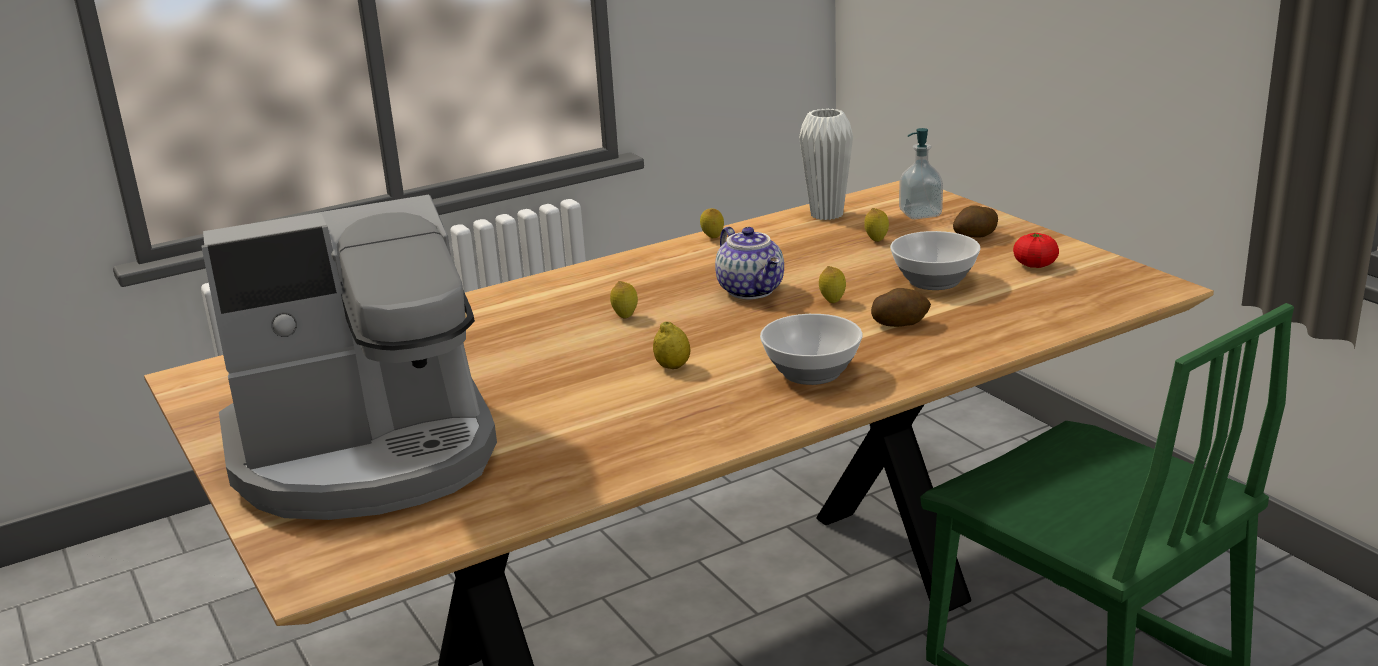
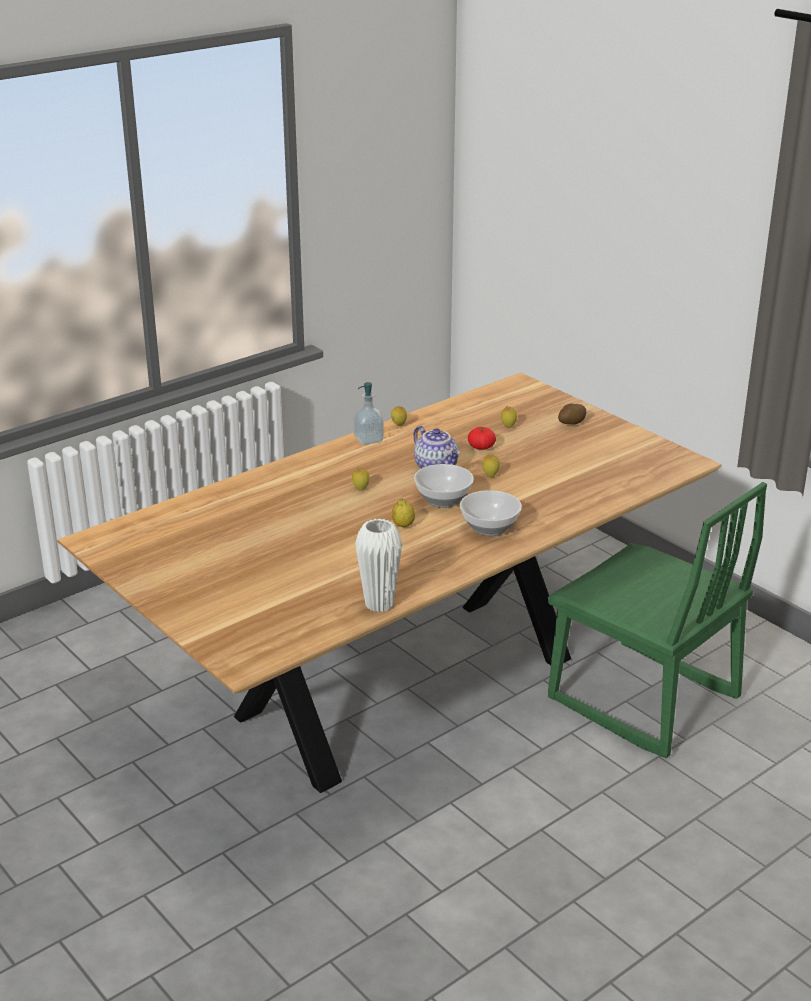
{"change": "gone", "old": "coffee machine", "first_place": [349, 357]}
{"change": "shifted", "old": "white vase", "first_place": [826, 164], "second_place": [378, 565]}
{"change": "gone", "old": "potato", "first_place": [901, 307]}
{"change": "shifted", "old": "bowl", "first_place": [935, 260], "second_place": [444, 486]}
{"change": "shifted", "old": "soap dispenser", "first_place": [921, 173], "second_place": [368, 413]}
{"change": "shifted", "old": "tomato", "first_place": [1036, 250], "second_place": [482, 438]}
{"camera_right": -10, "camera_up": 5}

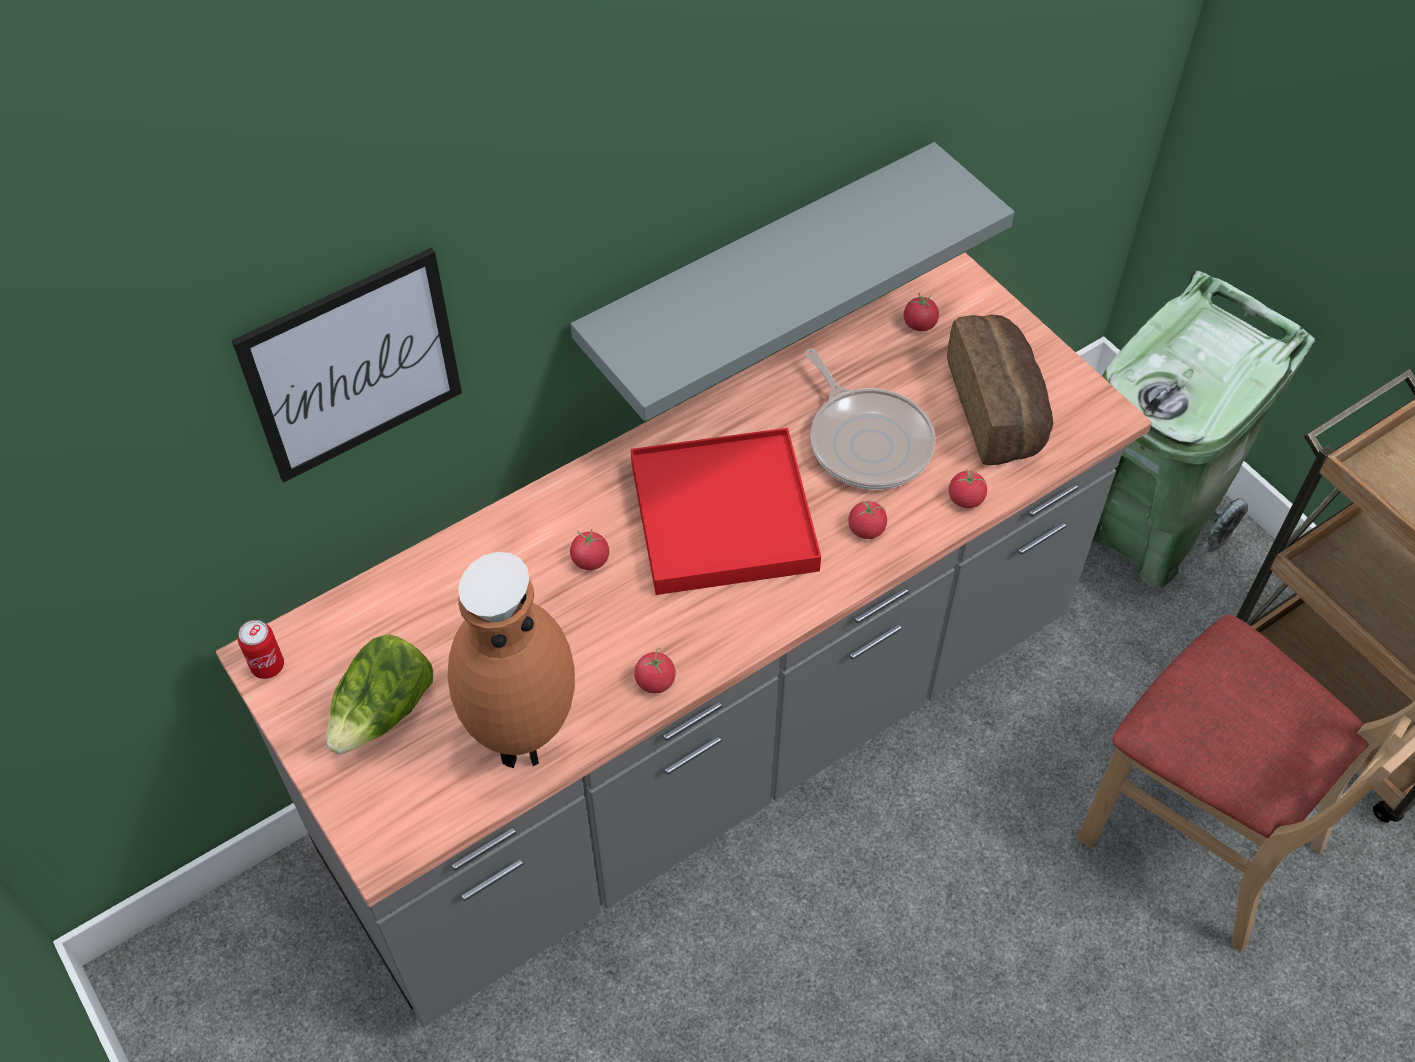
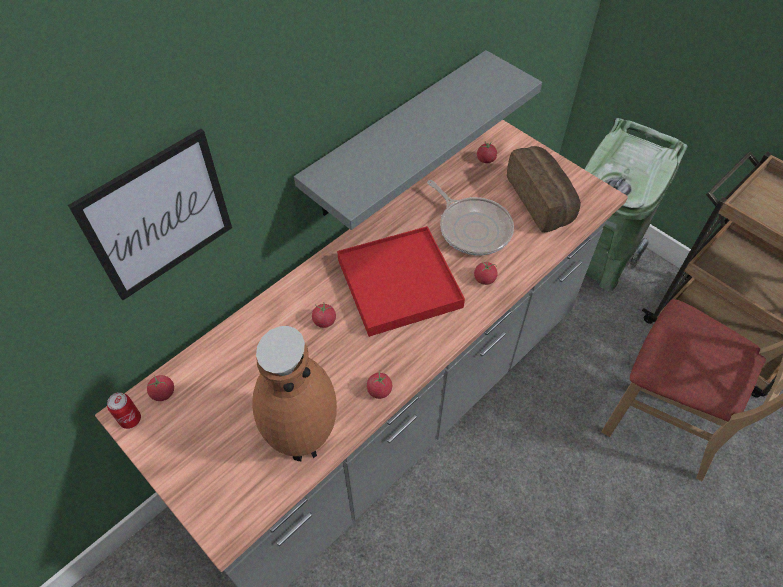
{"change": "gone", "old": "lettuce", "first_place": [379, 694]}
{"change": "shifted", "old": "tomato", "first_place": [968, 488], "second_place": [160, 388]}
{"camera_right": -10, "camera_up": 0}

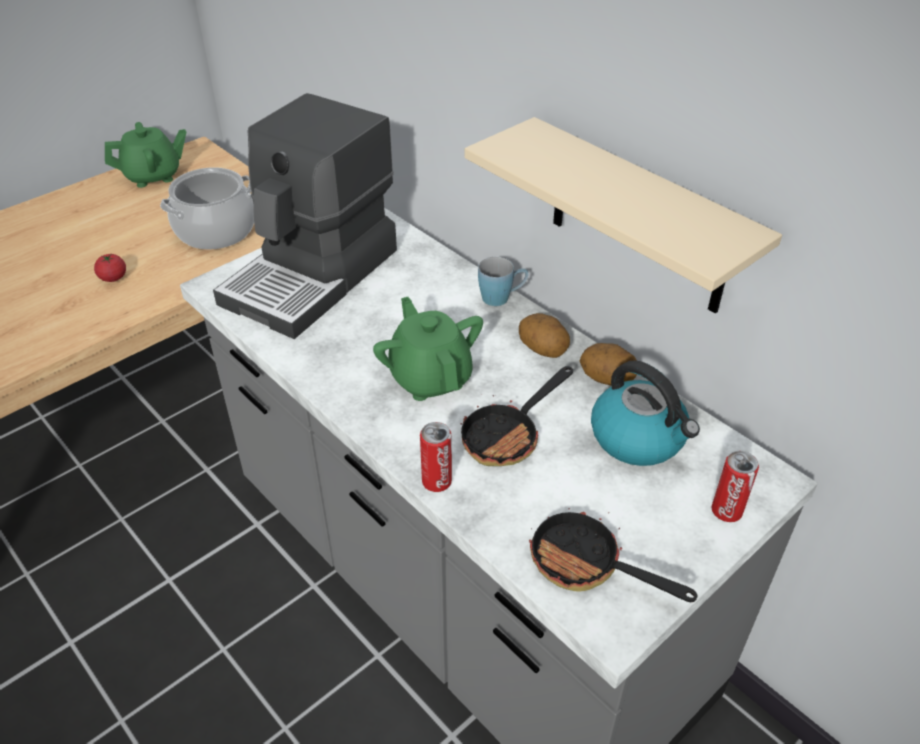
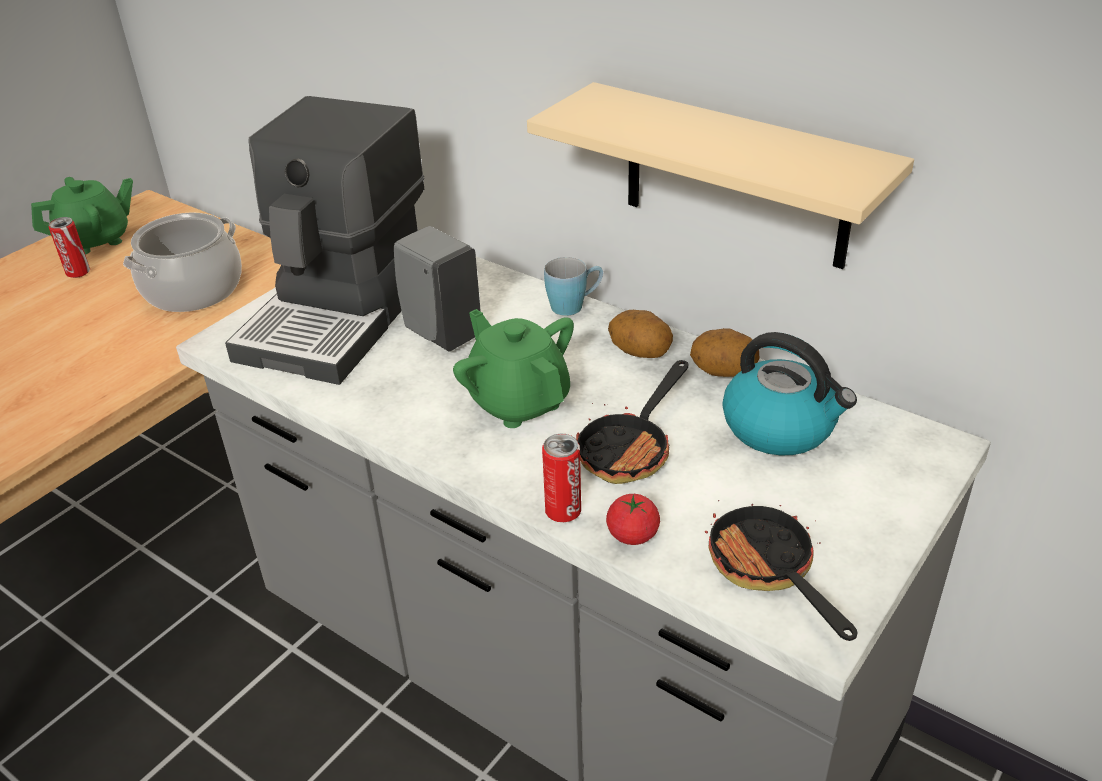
{"change": "shifted", "old": "tomato", "first_place": [110, 268], "second_place": [633, 519]}
{"change": "rotated", "old": "frying pan", "first_place": [613, 555], "second_place": [781, 570], "degrees": 45}
{"change": "shifted", "old": "can", "first_place": [735, 486], "second_place": [69, 247]}
{"change": "new", "new": "grey soap dispenser", "second_place": [437, 289]}
{"camera_right": -10, "camera_up": -5}

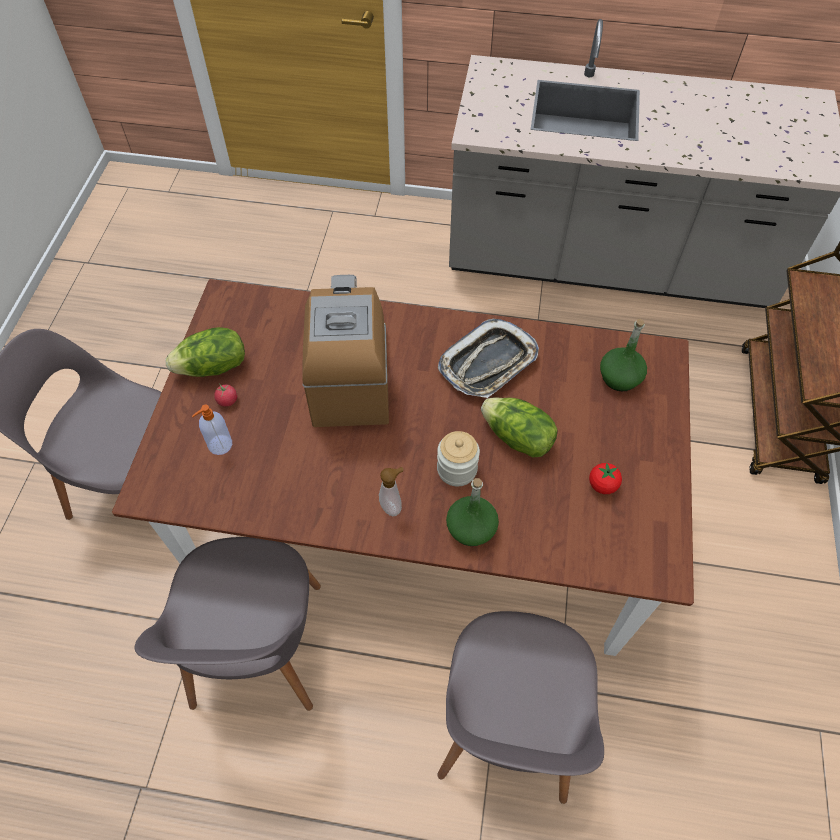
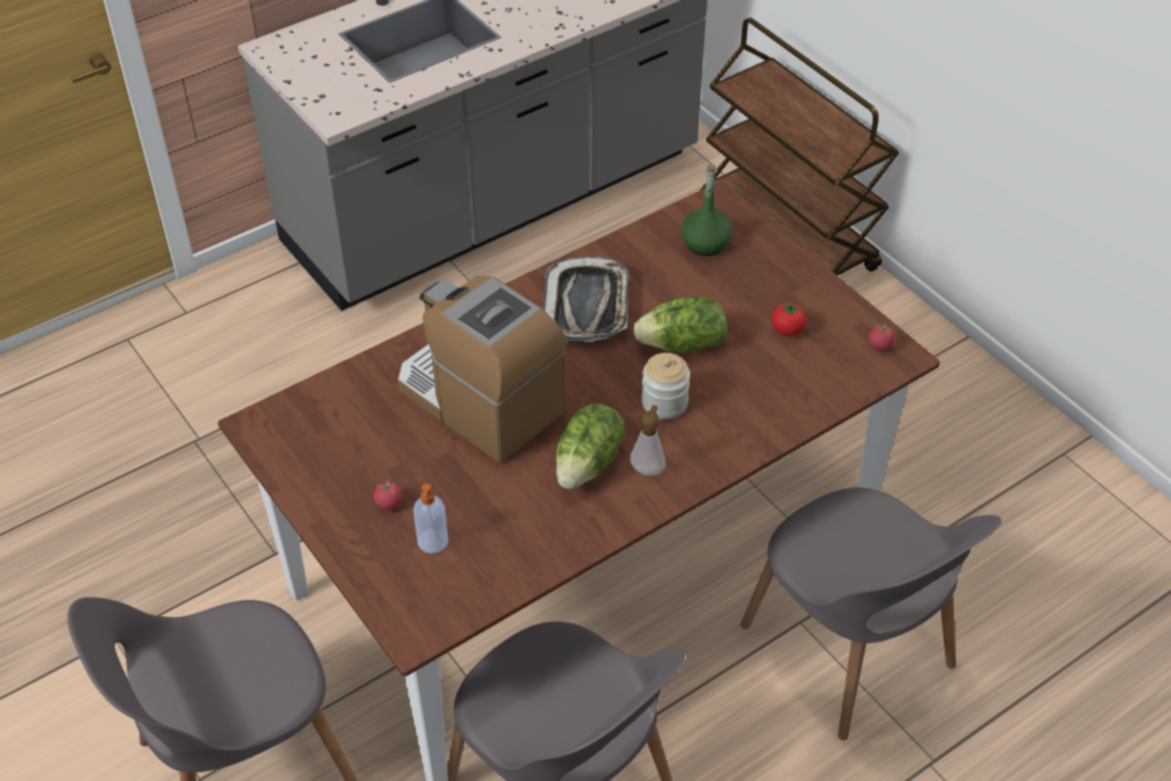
{"change": "shifted", "old": "lettuce", "first_place": [205, 352], "second_place": [590, 446]}
{"change": "gone", "old": "green bottle", "first_place": [472, 512]}
{"change": "new", "new": "tomato", "second_place": [881, 337]}
{"camera_right": -45, "camera_up": -10}

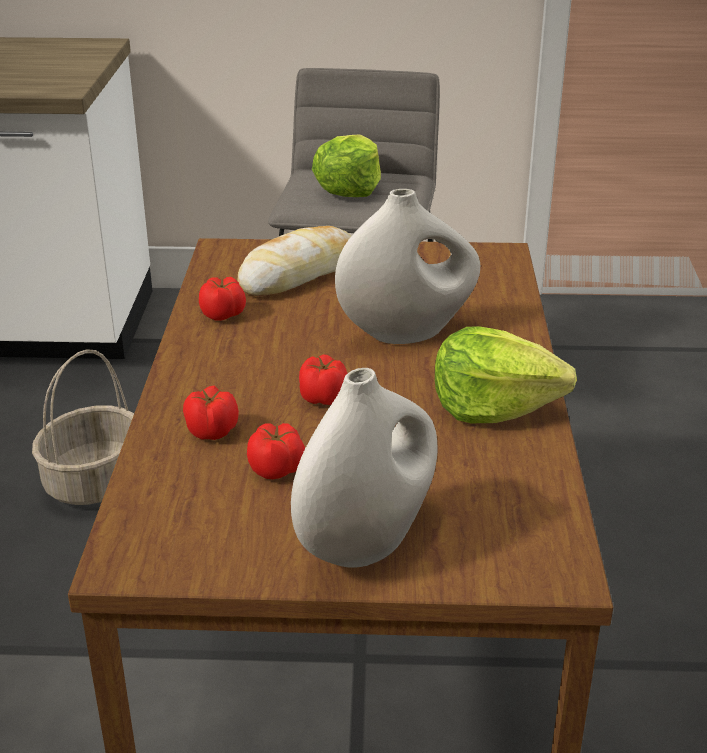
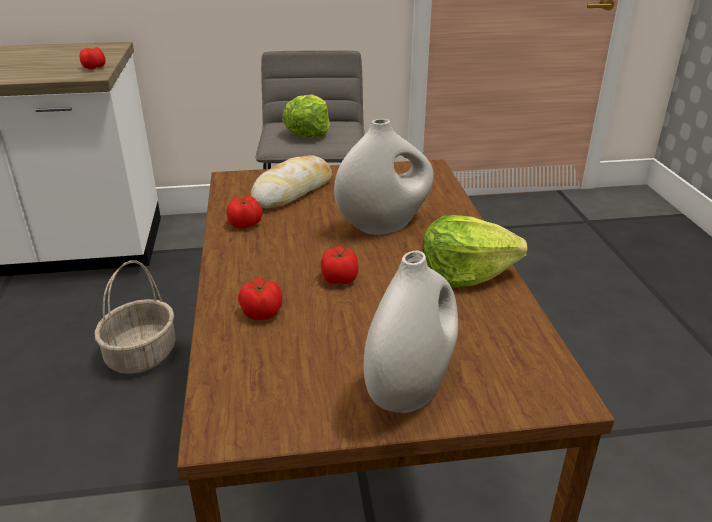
{"change": "shifted", "old": "tomato", "first_place": [276, 451], "second_place": [92, 58]}
{"camera_right": -10, "camera_up": 0}

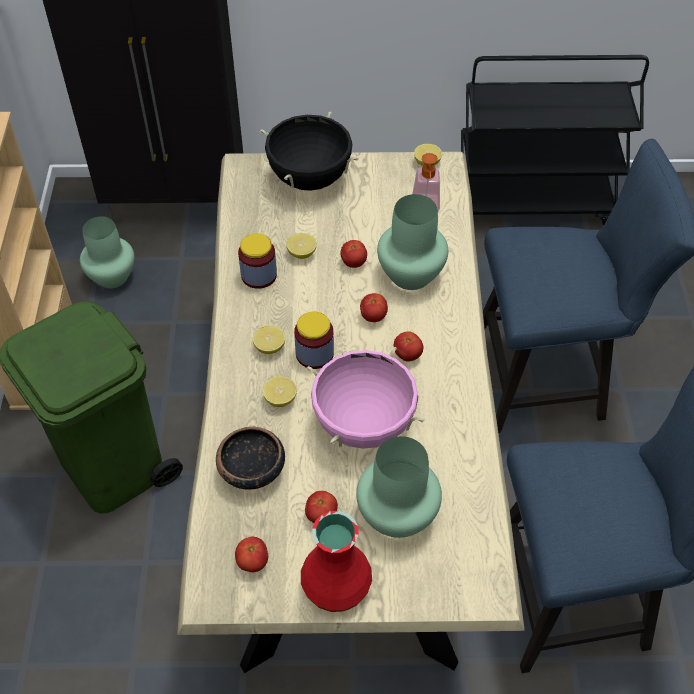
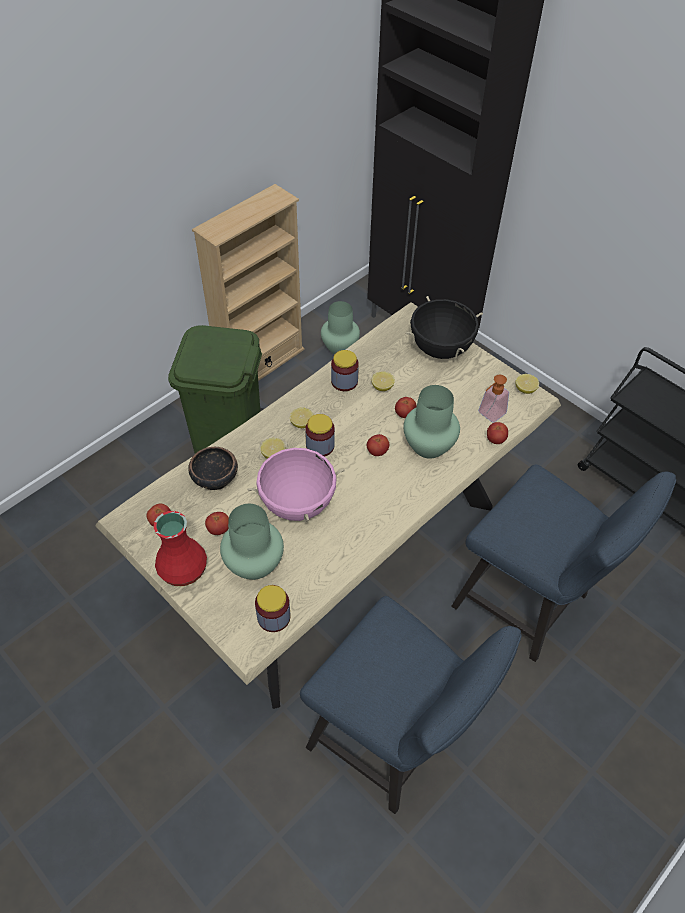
{"change": "shifted", "old": "tomato", "first_place": [409, 346], "second_place": [497, 433]}
{"change": "new", "new": "jar", "second_place": [272, 608]}
{"camera_right": 45, "camera_up": 0}

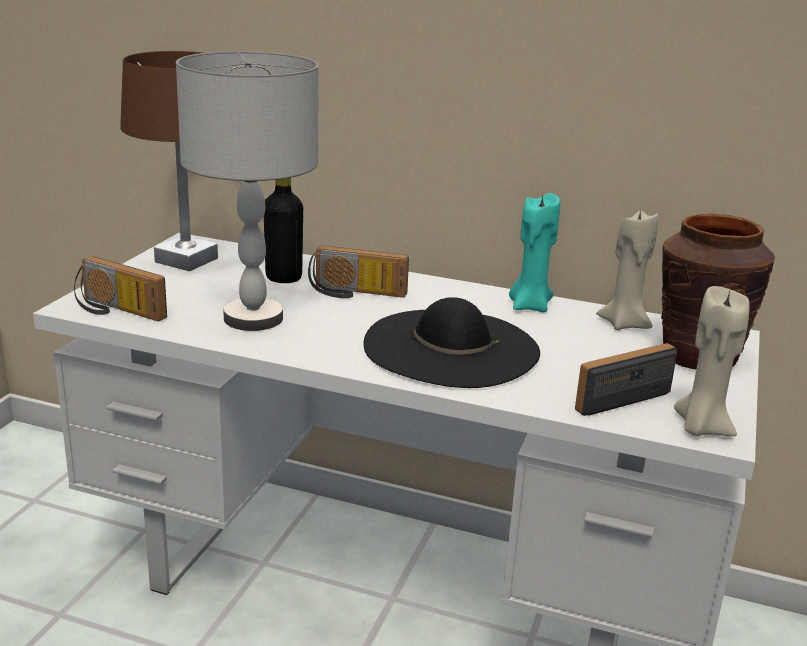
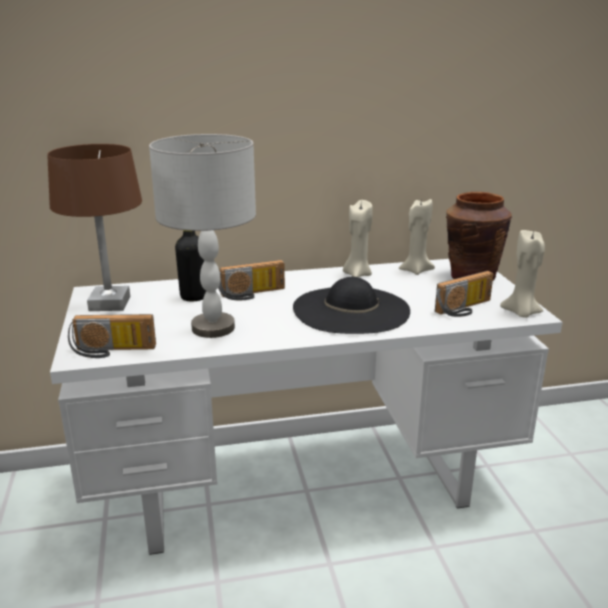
{"change": "repainted", "old": "turquoise candle", "new": "beige candle", "first_place": [534, 252], "second_place": [358, 238]}
{"change": "rotated", "old": "radio", "first_place": [626, 379], "second_place": [464, 294], "degrees": -150}
{"camera_right": -30, "camera_up": 0}

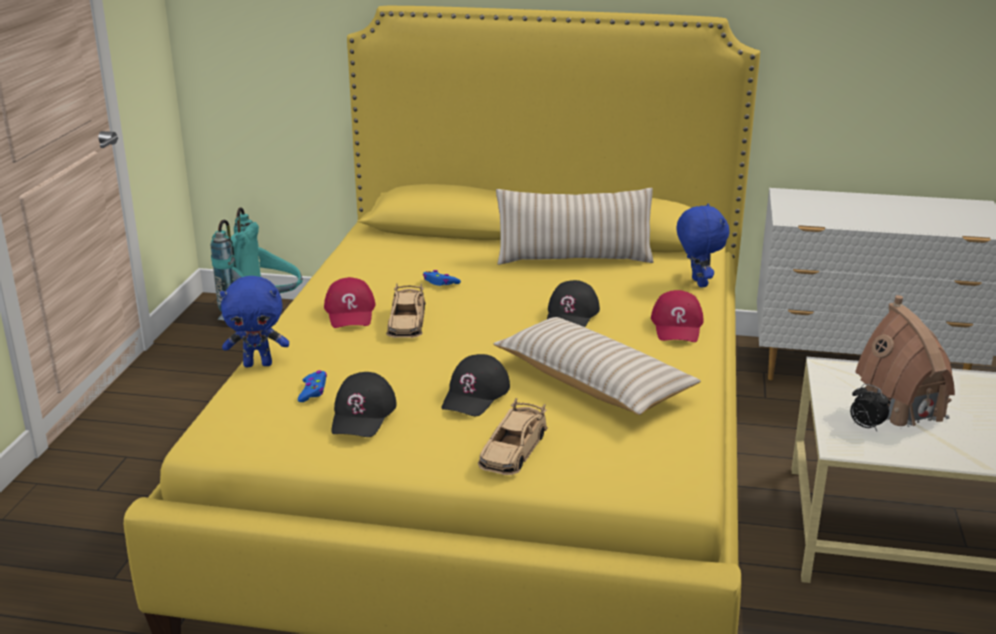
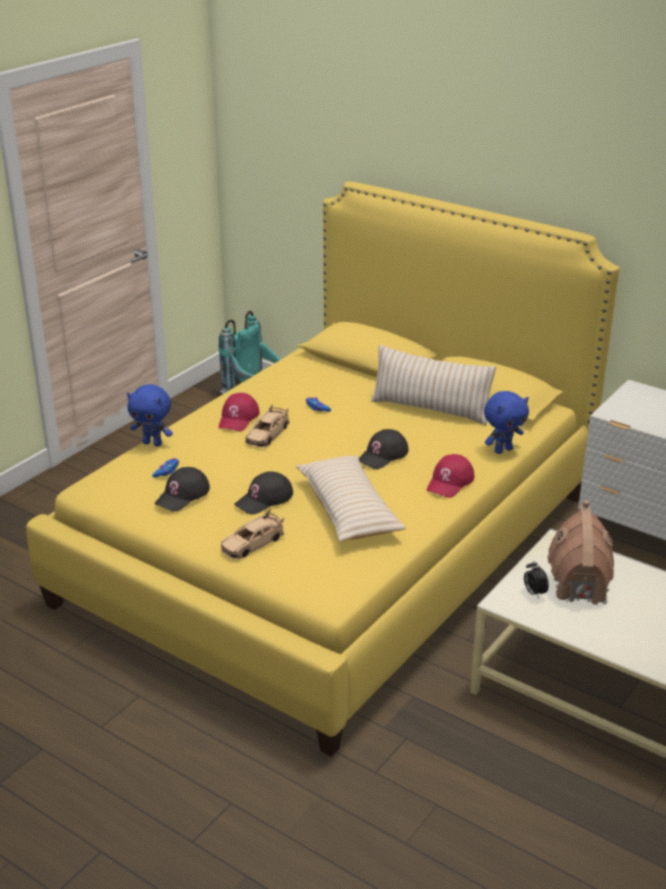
{"change": "rotated", "old": "blue plush toy", "first_place": [703, 246], "second_place": [506, 422], "degrees": 45}
{"camera_right": 25, "camera_up": 5}

